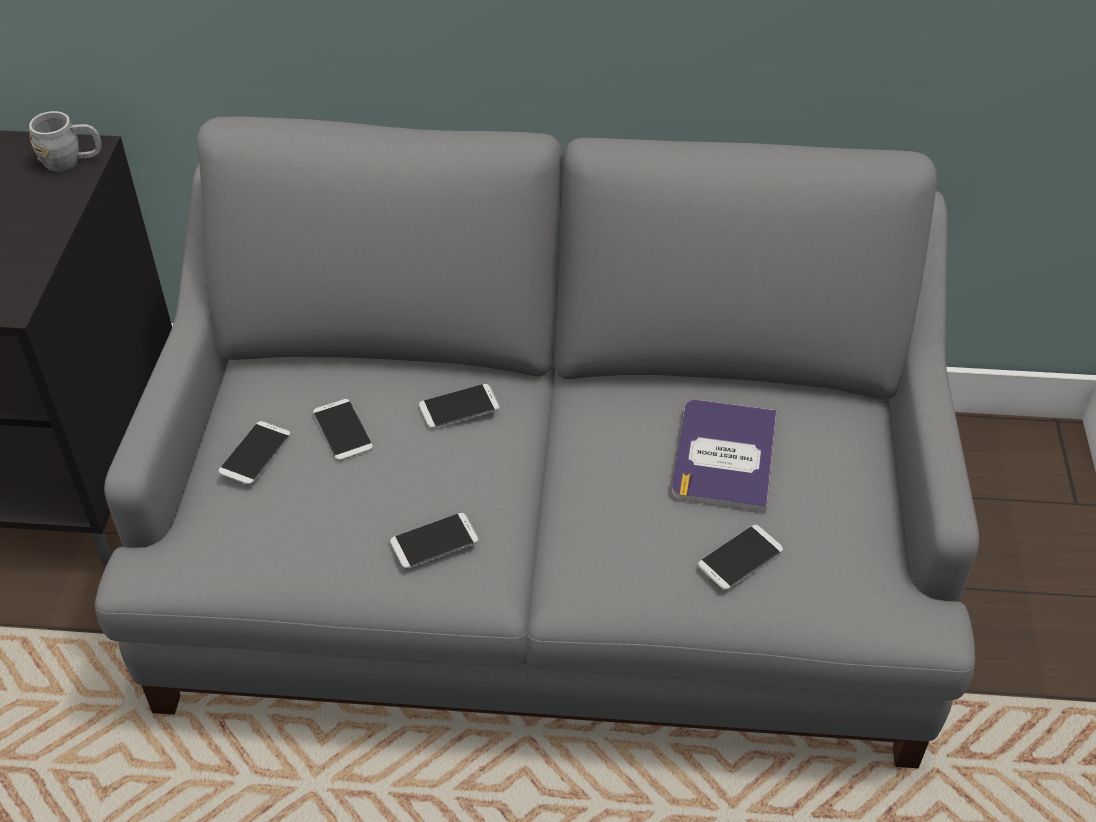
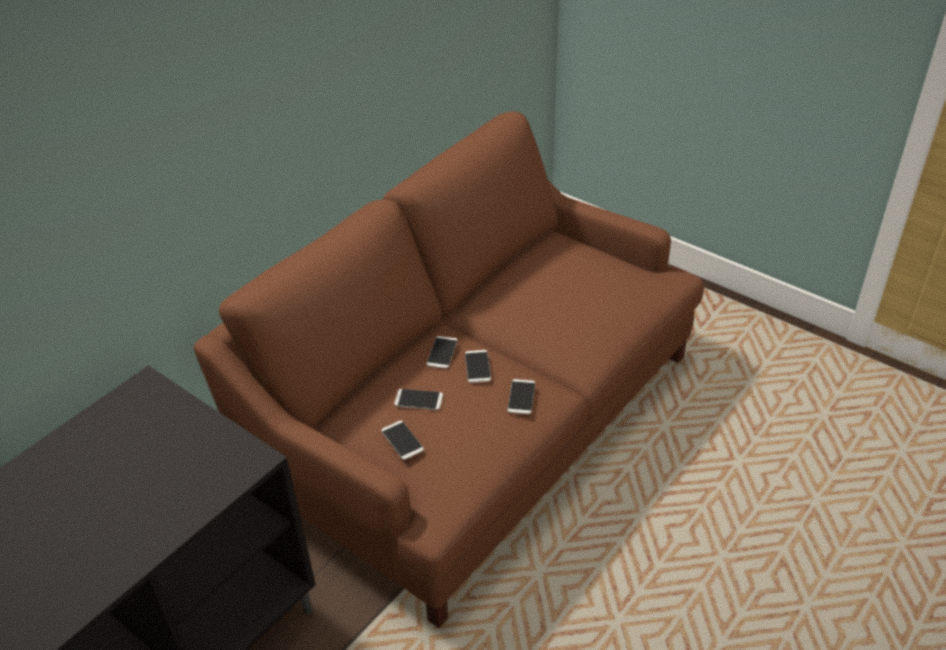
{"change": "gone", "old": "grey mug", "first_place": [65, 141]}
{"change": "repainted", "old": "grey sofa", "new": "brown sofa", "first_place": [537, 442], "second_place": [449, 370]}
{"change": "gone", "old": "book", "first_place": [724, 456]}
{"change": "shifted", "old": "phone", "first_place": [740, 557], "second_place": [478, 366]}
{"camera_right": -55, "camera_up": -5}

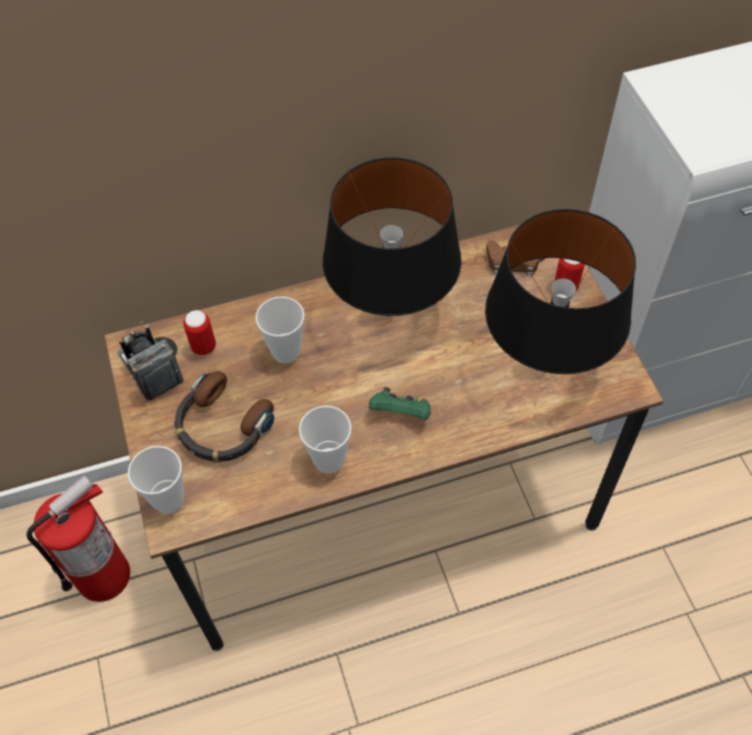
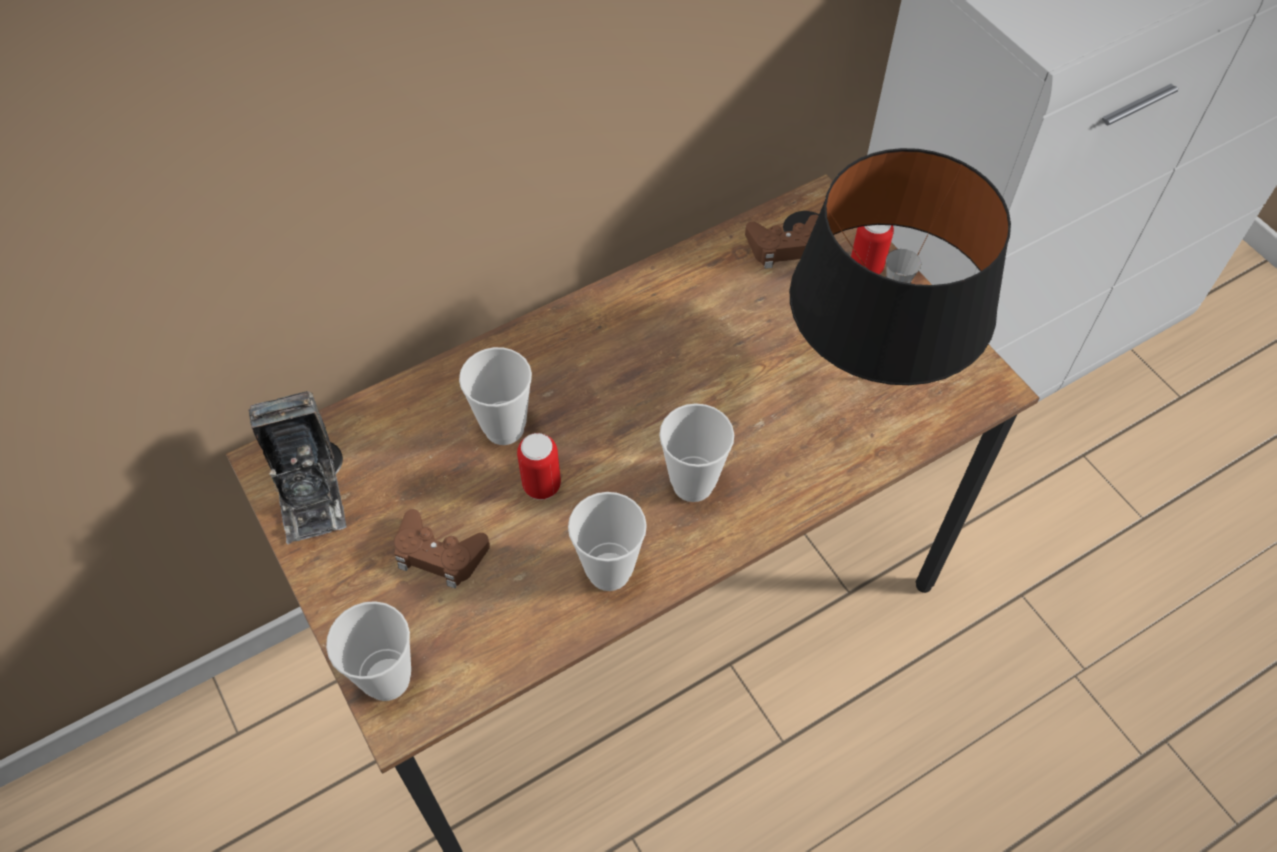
{"change": "gone", "old": "fire extinguisher", "first_place": [78, 538]}
{"change": "rotated", "old": "photo camera", "first_place": [150, 361], "second_place": [297, 467], "degrees": -150}
{"change": "swapped", "old": "headphones", "new": "brown game controller", "first_place": [224, 417], "second_place": [442, 548]}
{"change": "shifted", "old": "can", "first_place": [199, 333], "second_place": [539, 466]}
{"change": "gone", "old": "black table lamp", "first_place": [392, 236]}
{"change": "swapped", "old": "green game controller", "new": "cup", "first_place": [400, 403], "second_place": [696, 452]}
{"camera_right": -15, "camera_up": 0}

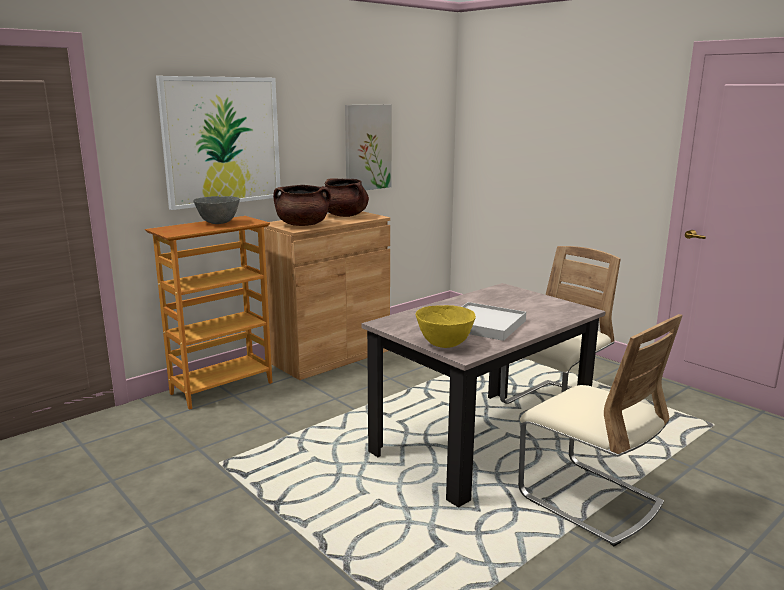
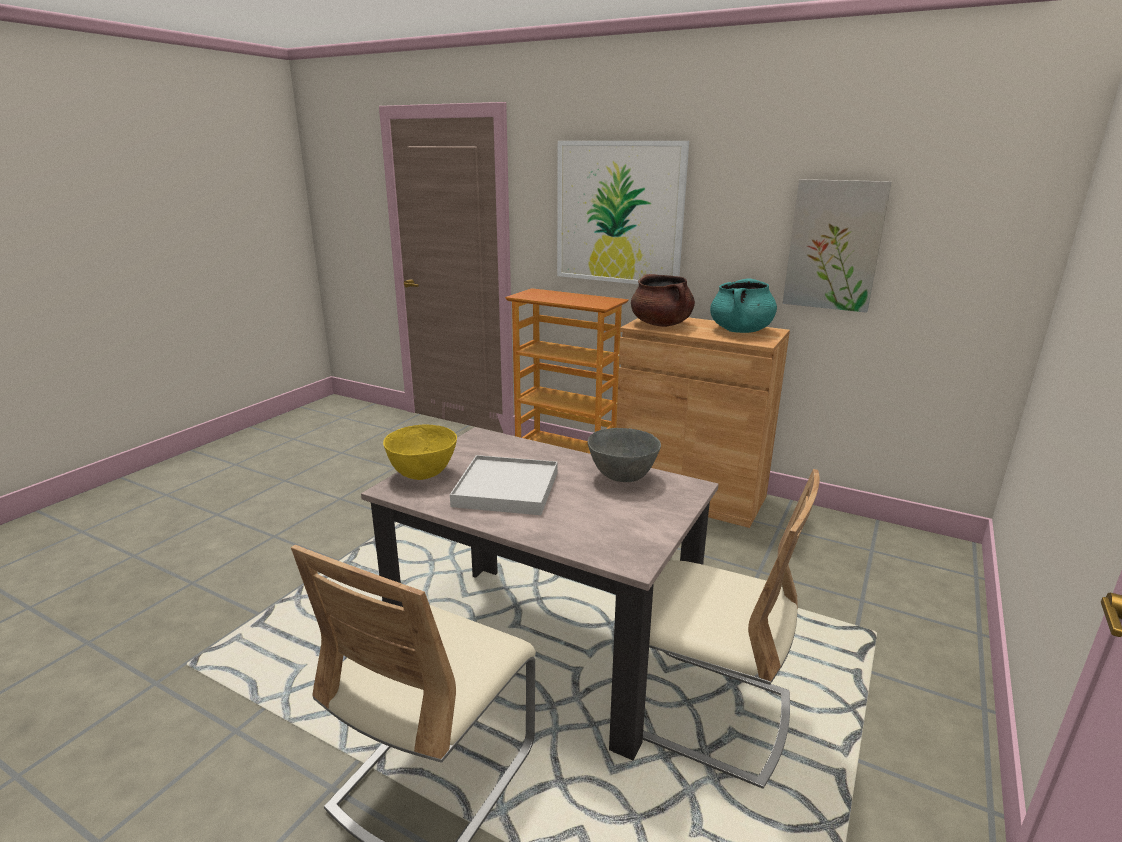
{"change": "shifted", "old": "grey bowl", "first_place": [216, 210], "second_place": [624, 455]}
{"change": "repainted", "old": "brown cooking pot", "new": "turquoise cooking pot", "first_place": [346, 197], "second_place": [743, 306]}
{"camera_right": 70, "camera_up": 5}

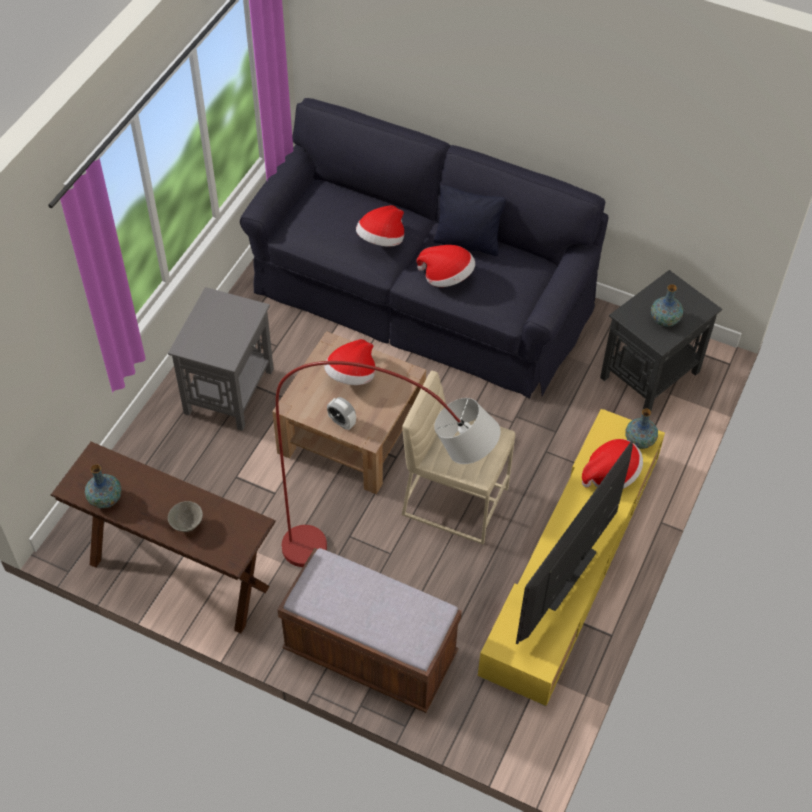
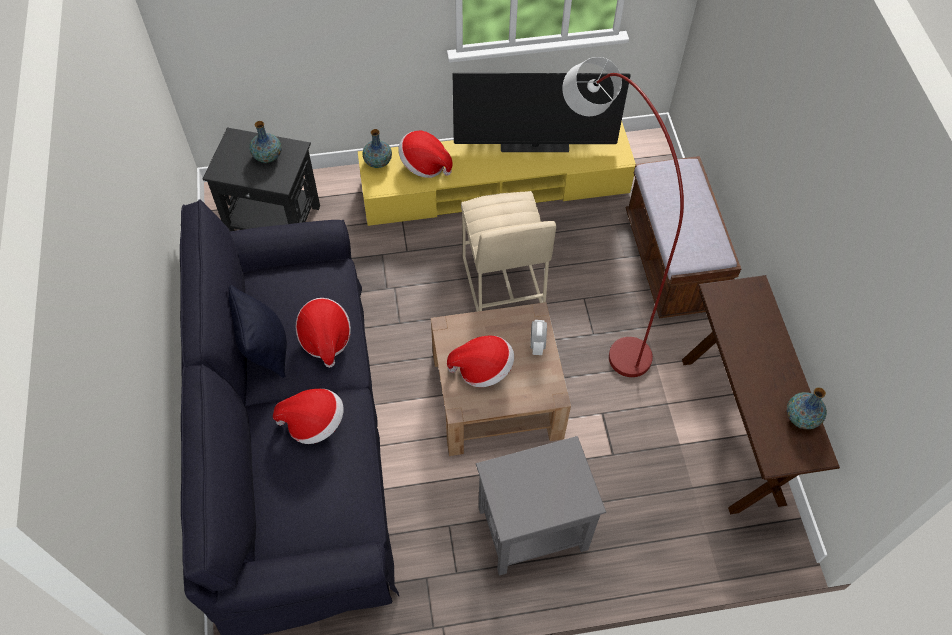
{"change": "gone", "old": "grey bowl", "first_place": [185, 516]}
{"camera_right": -125, "camera_up": 5}

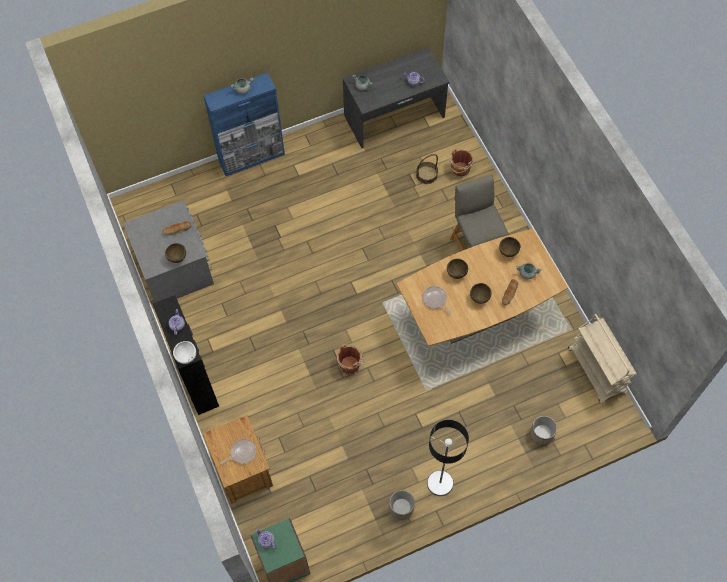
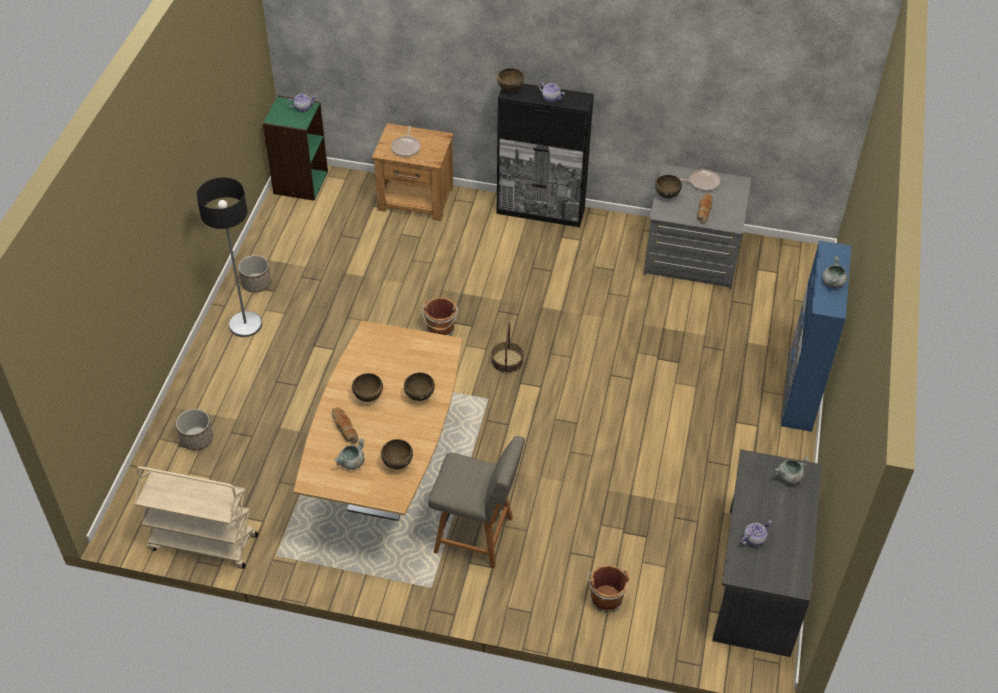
{"change": "repainted", "old": "white bowl", "new": "brown bowl", "first_place": [184, 352], "second_place": [510, 80]}
{"change": "shifted", "old": "basket", "first_place": [427, 169], "second_place": [507, 347]}
{"change": "shifted", "old": "frying pan", "first_place": [437, 300], "second_place": [700, 180]}
{"camera_right": 125, "camera_up": -15}

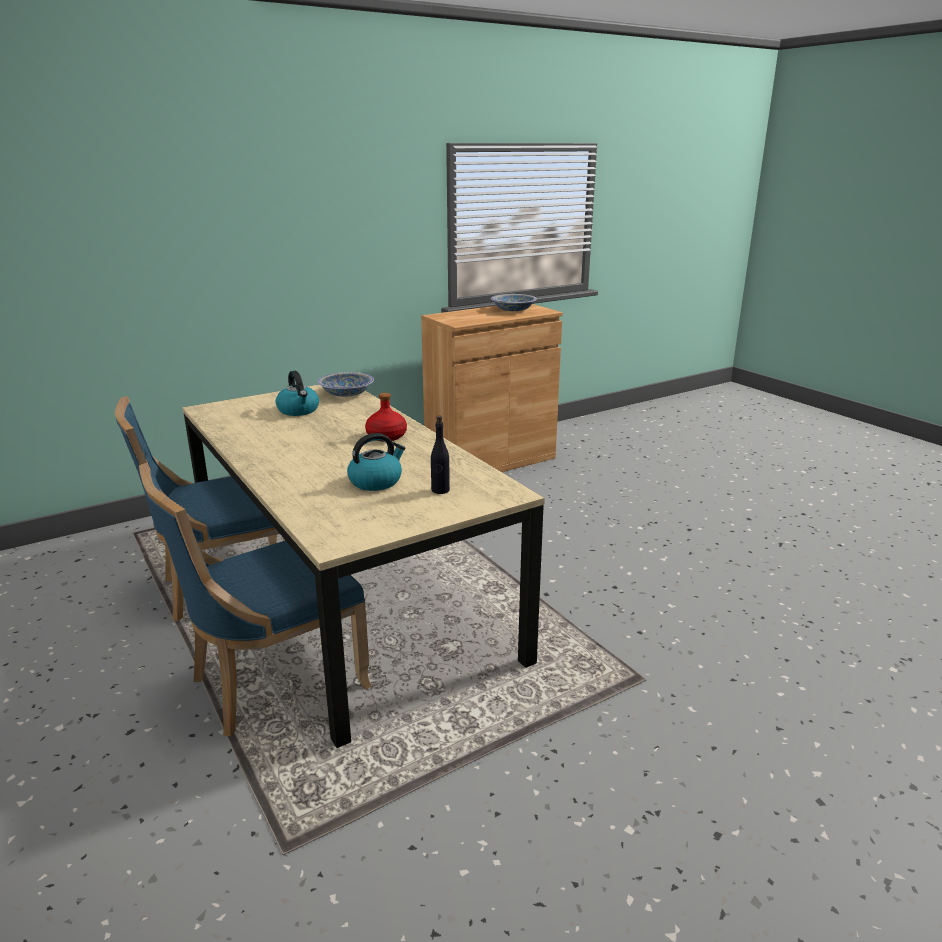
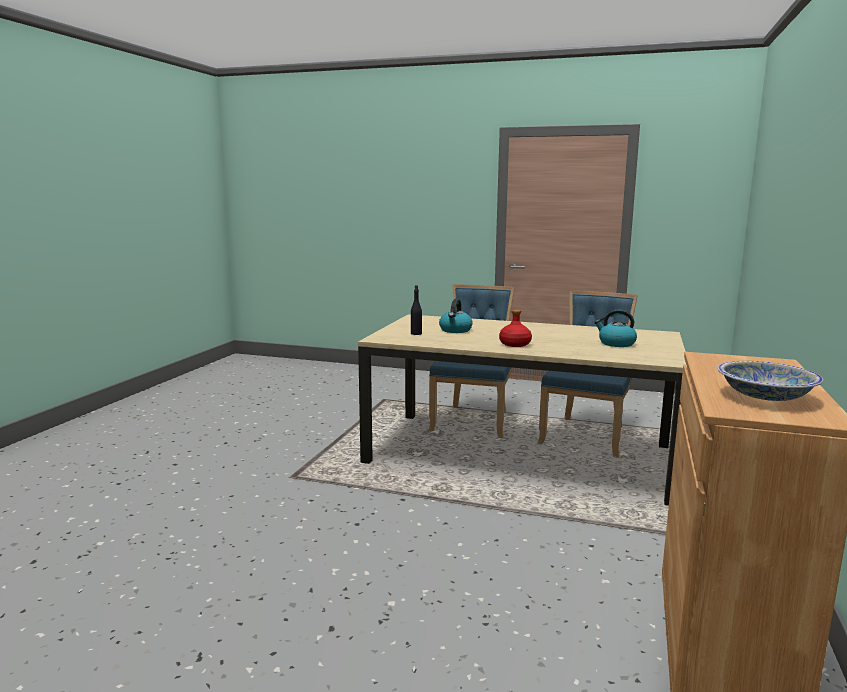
{"change": "gone", "old": "bowl", "first_place": [345, 384]}
{"camera_right": 140, "camera_up": -10}

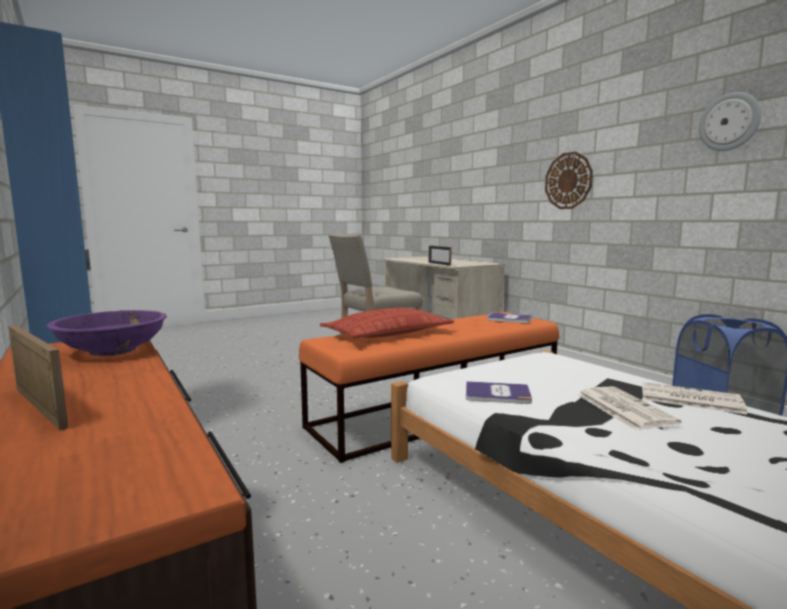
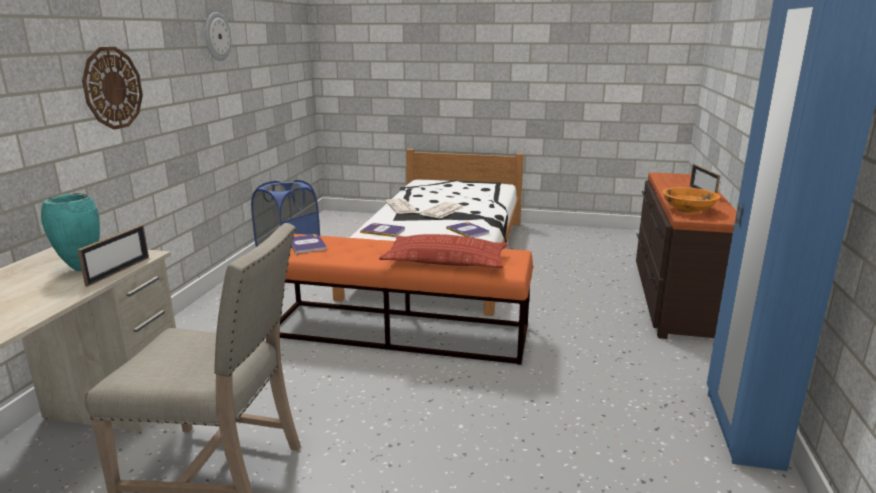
{"change": "repainted", "old": "purple bowl", "new": "orange bowl", "first_place": [107, 333], "second_place": [691, 200]}
{"change": "new", "new": "turquoise vase", "second_place": [70, 232]}
{"change": "new", "new": "book", "second_place": [382, 230]}
{"camera_right": -135, "camera_up": 10}

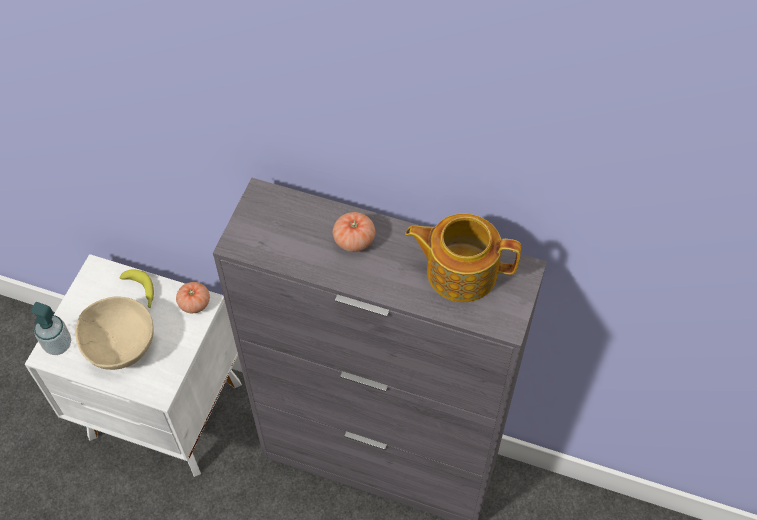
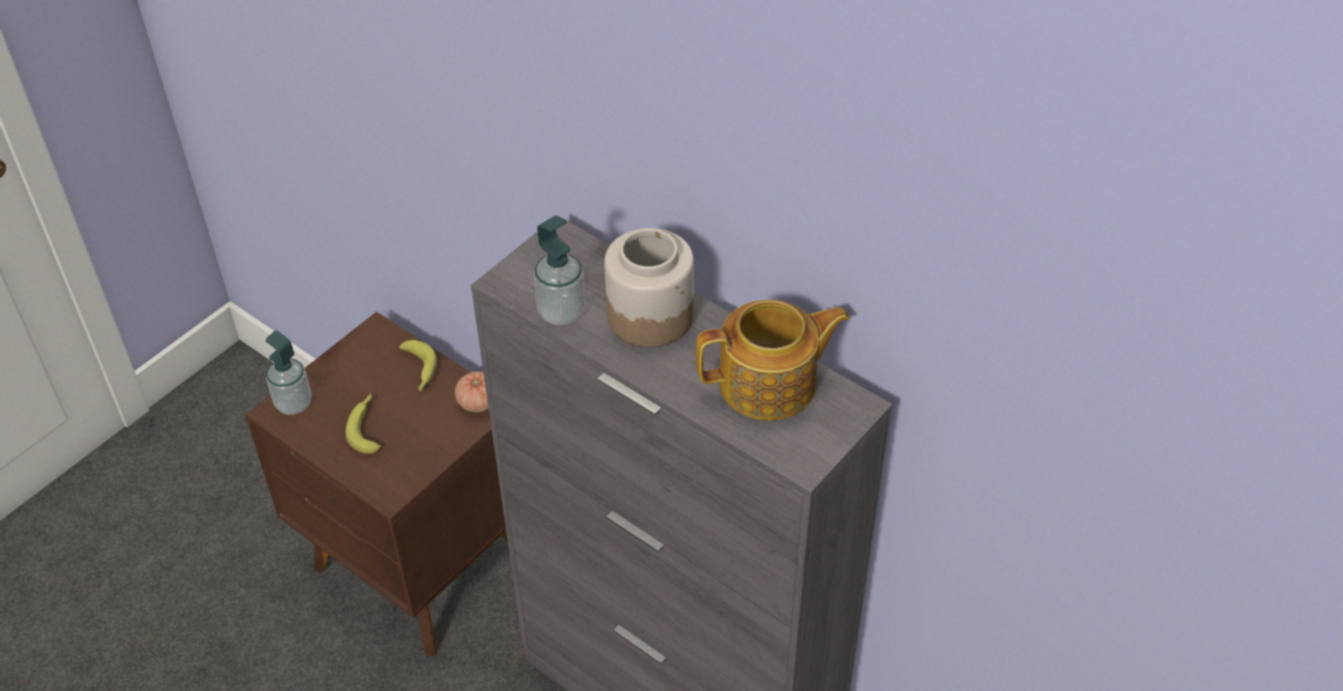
{"change": "repainted", "old": "white nightstand", "new": "brown nightstand", "first_place": [133, 365], "second_place": [376, 484]}
{"change": "swapped", "old": "beige bowl", "new": "banana", "first_place": [114, 333], "second_place": [363, 424]}
{"change": "swapped", "old": "tomato", "new": "jar", "first_place": [354, 232], "second_place": [649, 287]}
{"change": "rotated", "old": "teapot", "first_place": [463, 258], "second_place": [773, 360], "degrees": 135}
{"change": "new", "new": "soap dispenser", "second_place": [559, 270]}
{"camera_right": 20, "camera_up": -10}

